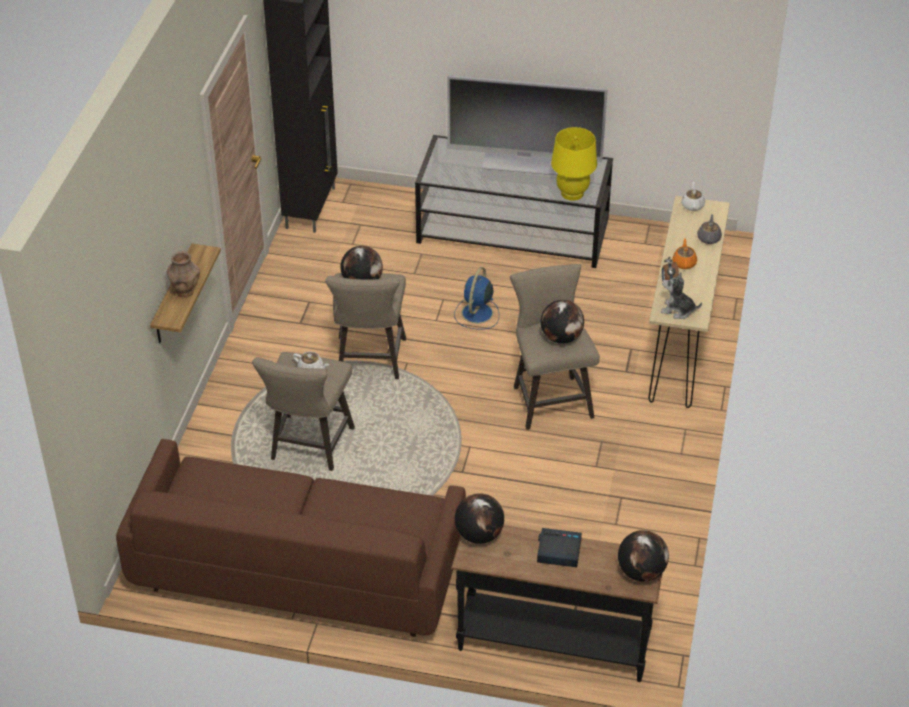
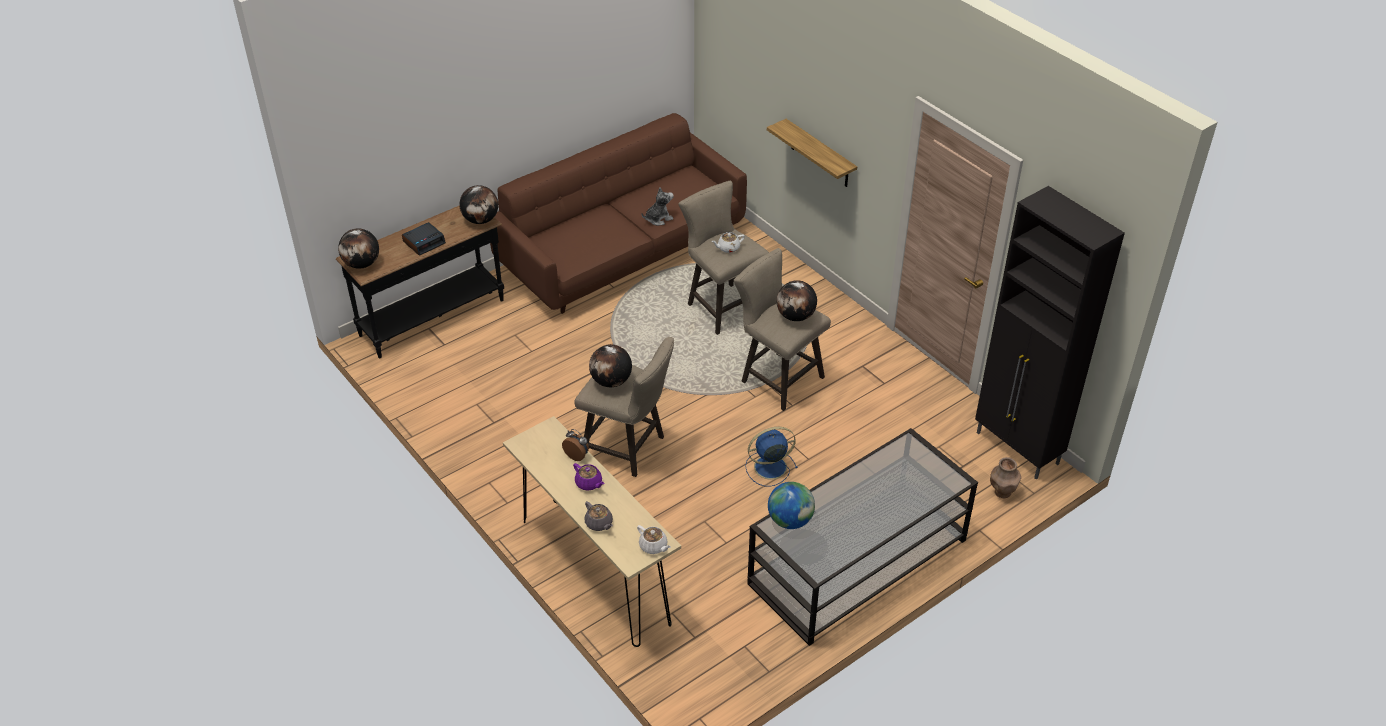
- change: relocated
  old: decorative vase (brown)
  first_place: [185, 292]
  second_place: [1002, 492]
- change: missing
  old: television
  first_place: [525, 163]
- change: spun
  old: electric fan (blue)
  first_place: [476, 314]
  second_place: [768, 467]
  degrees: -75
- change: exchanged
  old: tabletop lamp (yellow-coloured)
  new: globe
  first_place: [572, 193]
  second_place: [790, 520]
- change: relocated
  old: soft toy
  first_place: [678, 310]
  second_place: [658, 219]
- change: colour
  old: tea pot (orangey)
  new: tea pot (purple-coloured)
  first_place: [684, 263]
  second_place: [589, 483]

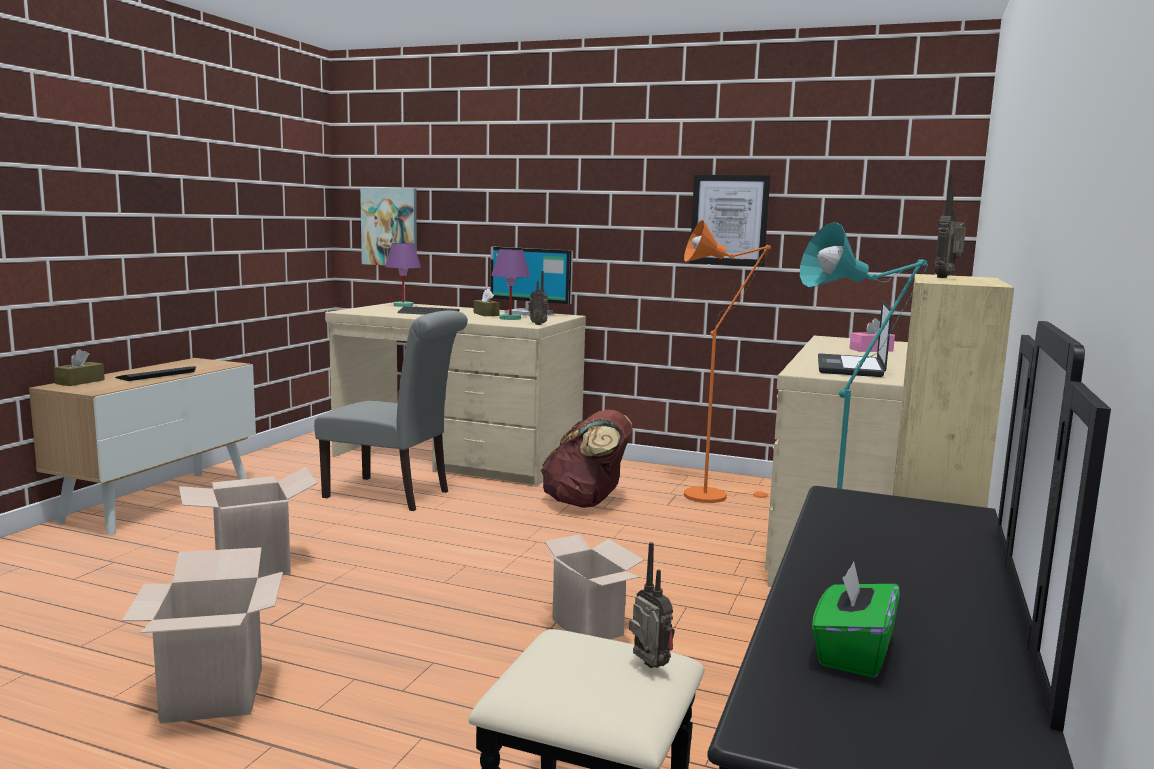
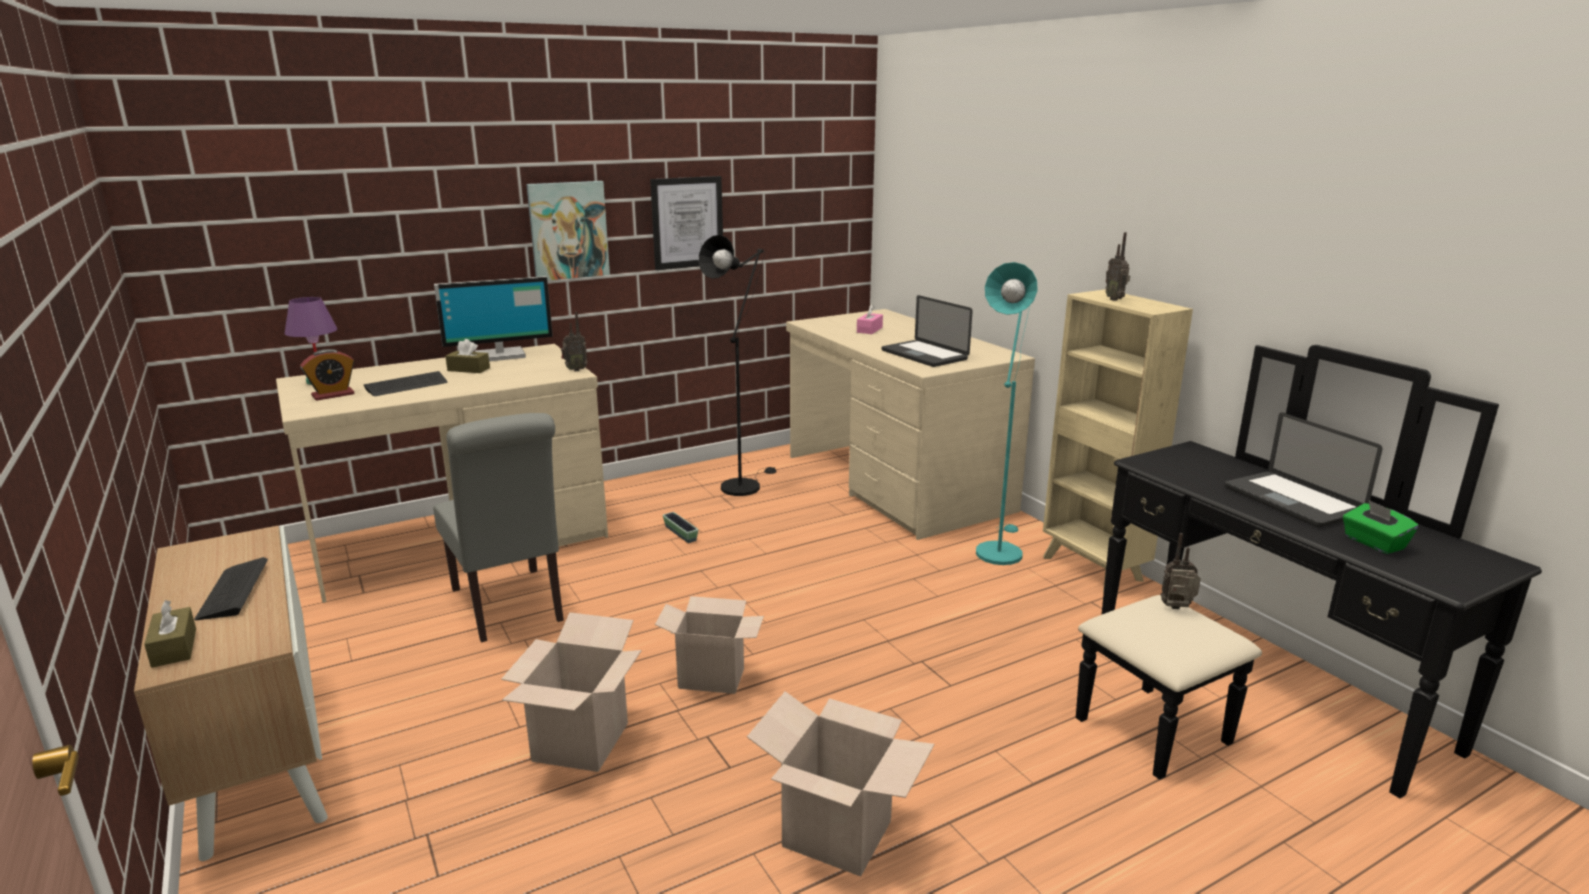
- change: spun
  old: plain chair (grey)
  first_place: [394, 495]
  second_place: [510, 608]
  degrees: 90
- change: relocated
  old: wall art
  first_place: [390, 227]
  second_place: [568, 230]
- change: missing
  old: tabletop lamp (purple-coloured)
  first_place: [509, 318]
- change: relocated
  old: carton
  first_place: [590, 628]
  second_place: [713, 678]
- change: exchanged
  old: knapsack (brown)
  new: flower pot
  first_place: [586, 503]
  second_place: [680, 533]
- change: colour
  old: floor lamp (orangey)
  new: floor lamp (black)
  first_place: [713, 495]
  second_place: [743, 485]
- change: appeared
  new: alarm clock
  second_place: [333, 395]
- change: appeared
  new: laptop
  second_place: [1292, 501]

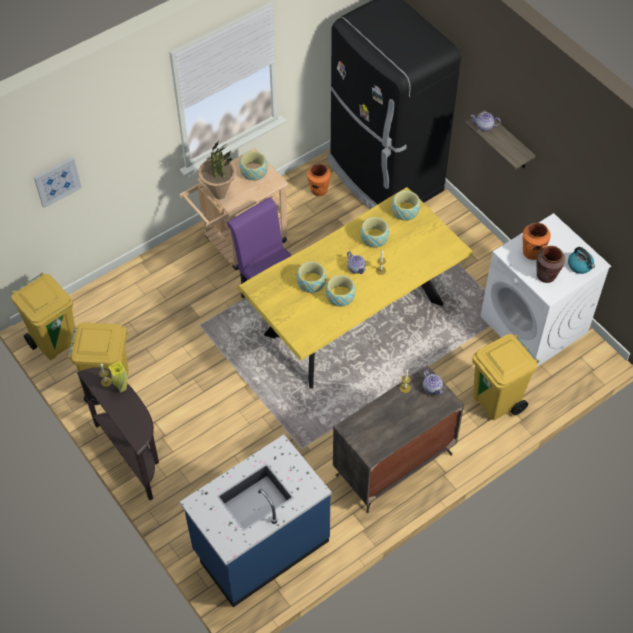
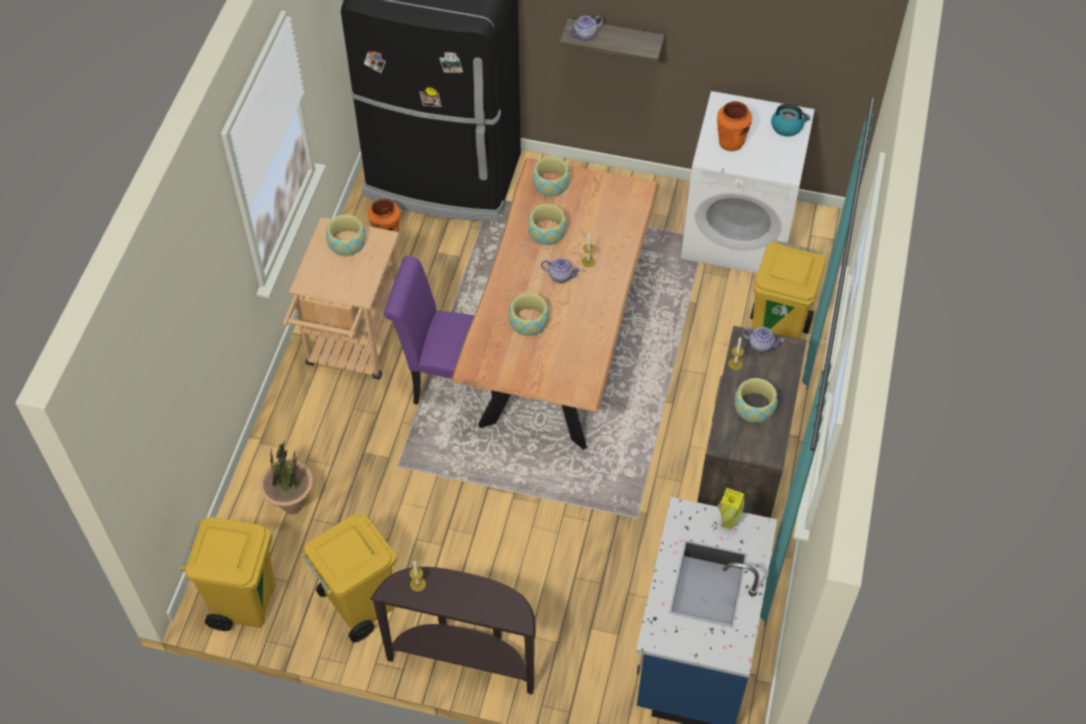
- change: missing
  old: wall art
  first_place: [57, 181]
- change: relocated
  old: decorative vase (yellow-coloured)
  first_place: [122, 388]
  second_place: [726, 524]
- change: relocated
  old: potted plant
  first_place: [219, 194]
  second_place: [292, 506]
- change: colour
  old: dining table (yellow-coloured)
  new: dining table (brown)
  first_place: [354, 319]
  second_place: [559, 346]
- change: relocated
  old: deep dish
  first_place: [340, 295]
  second_place: [754, 407]
- change: missing
  old: decorative vase (brown)
  first_place: [546, 275]

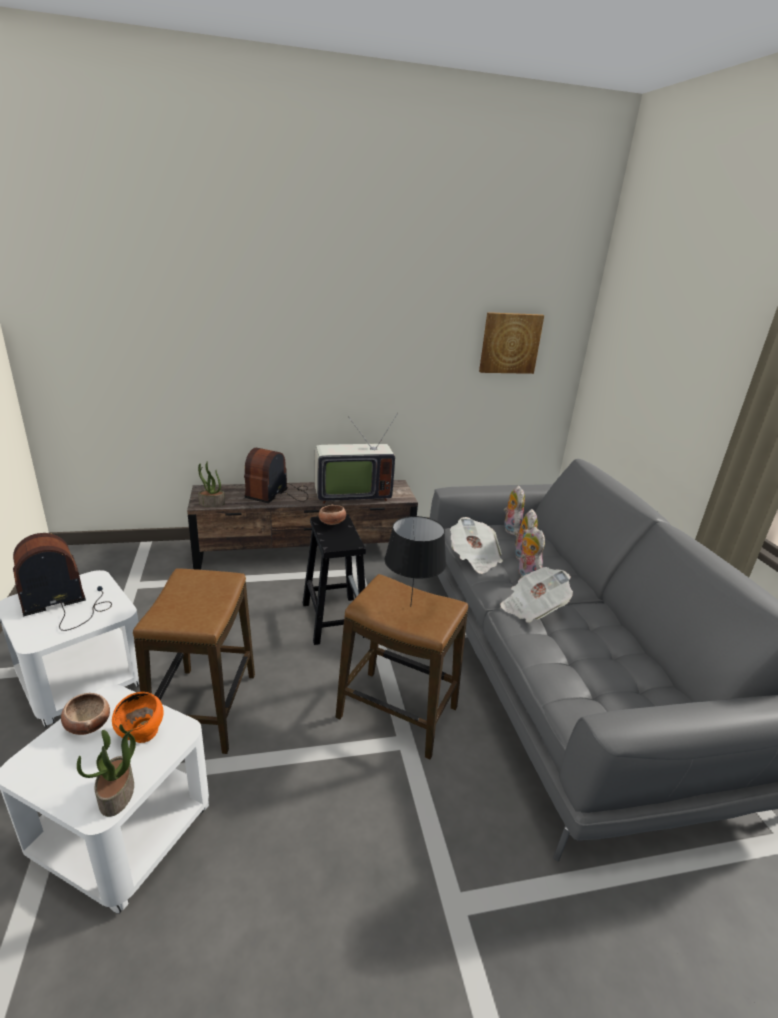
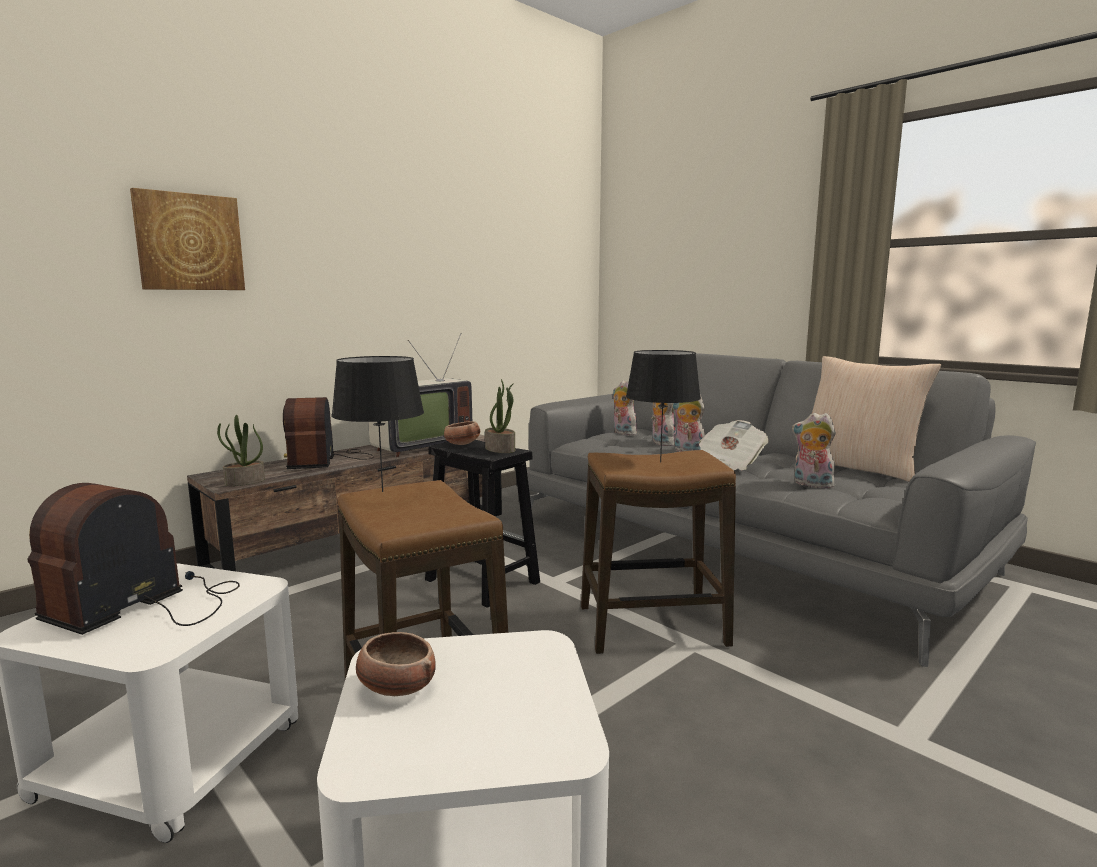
- change: relocated
  old: potted plant
  first_place: [117, 794]
  second_place: [501, 449]
- change: missing
  old: deep dish (orangey)
  first_place: [142, 736]
- change: missing
  old: printed paper
  first_place: [474, 558]
- change: relocated
  old: wall art
  first_place: [510, 343]
  second_place: [189, 242]
- change: appeared
  new: tabletop lamp (black)
  second_place: [382, 491]
- change: appeared
  new: soft toy
  second_place: [811, 485]
- change: appeared
  new: cushion (beige)
  second_place: [858, 467]

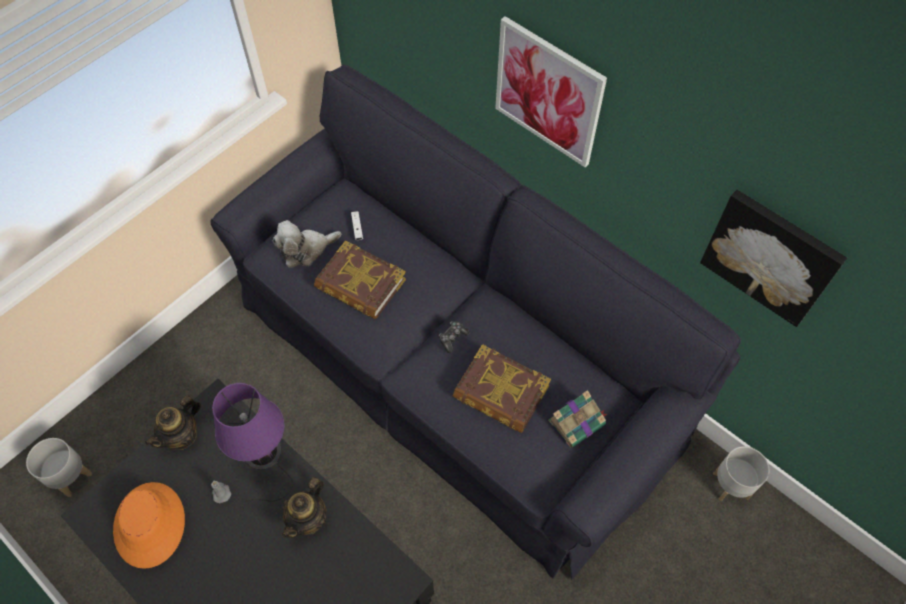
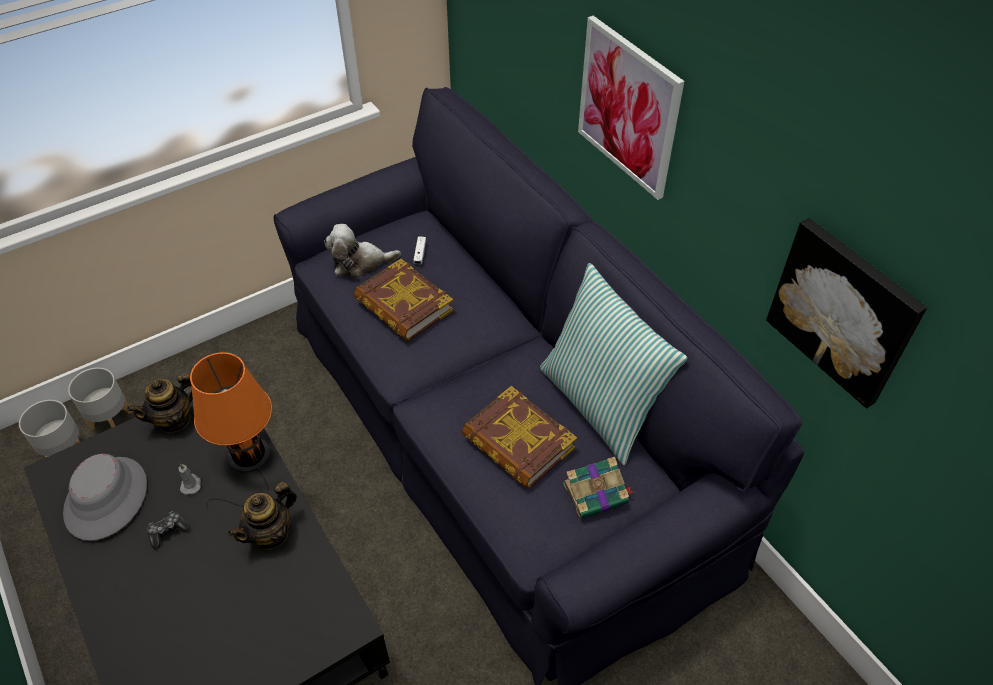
- change: colour
  old: wearable hat (orangey)
  new: wearable hat (grey)
  first_place: [149, 525]
  second_place: [106, 498]
- change: colour
  old: tabletop lamp (purple-coloured)
  new: tabletop lamp (orangey)
  first_place: [264, 457]
  second_place: [248, 460]
- change: relocated
  old: joypad
  first_place: [452, 338]
  second_place: [168, 532]
- change: relocated
  old: flower pot (grey)
  first_place: [731, 485]
  second_place: [112, 420]
- change: appeared
  new: cushion
  second_place: [600, 404]

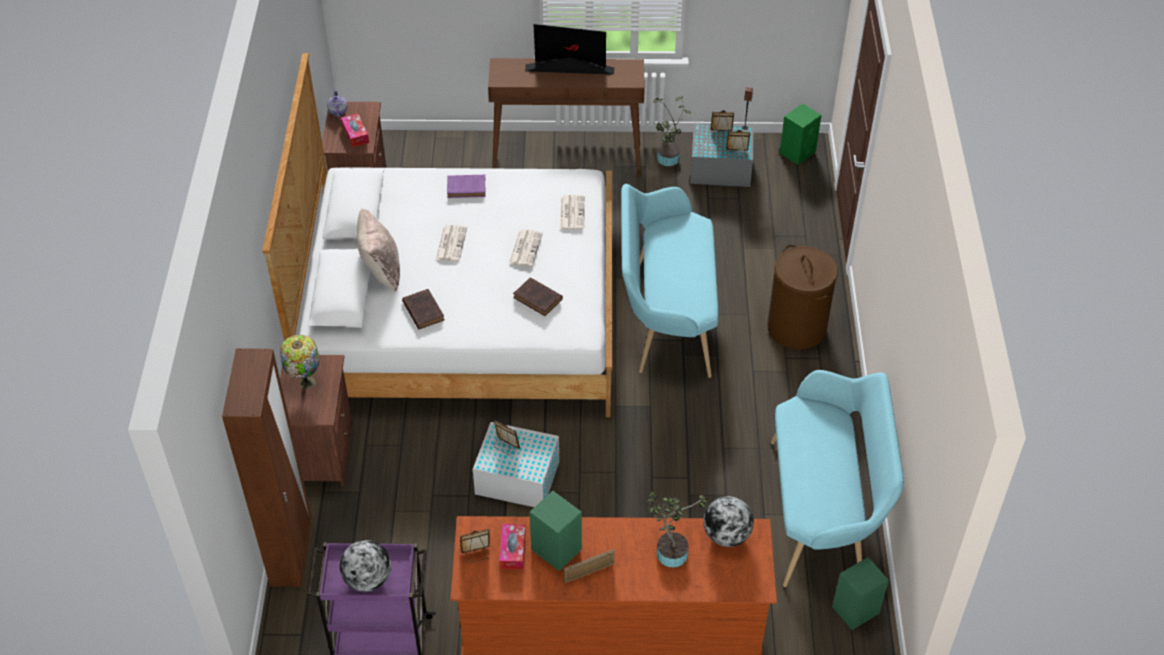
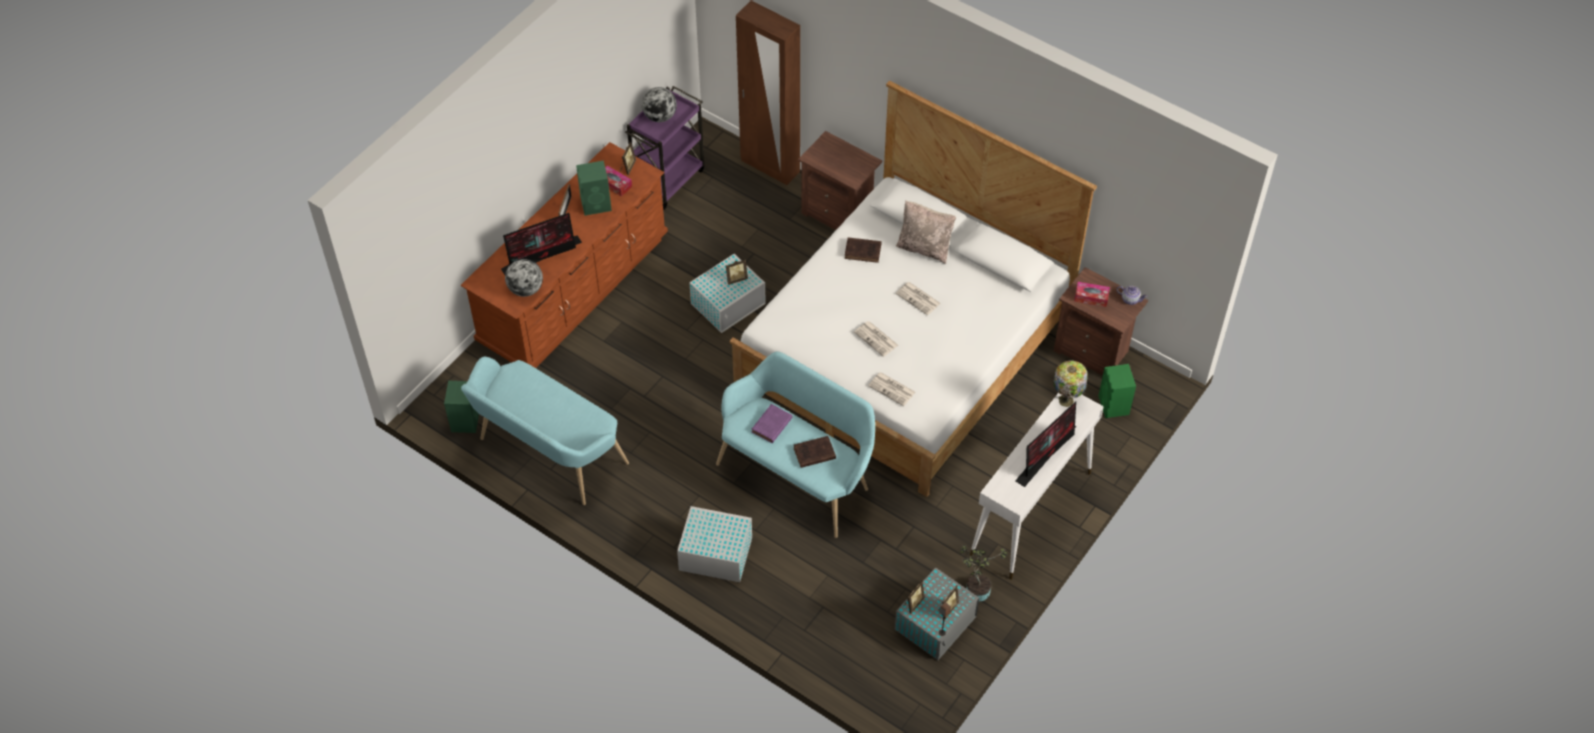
- change: relocated
  old: tabletop lamp
  first_place: [305, 382]
  second_place: [1067, 400]
- change: relocated
  old: bound book (purple-coloured)
  first_place: [467, 188]
  second_place: [771, 426]
- change: colour
  old: hall table (brown)
  new: hall table (white)
  first_place: [567, 160]
  second_place: [1030, 514]
- change: relocated
  old: bound book (brown)
  first_place: [538, 299]
  second_place: [813, 454]
- change: exchanged
  old: potted plant
  new: monitor
  first_place: [669, 551]
  second_place: [543, 255]
- change: exchanged
  old: washing basket (brown)
  new: storage bin (white)
  first_place: [797, 328]
  second_place: [714, 553]
- change: relocated
  old: loudspeaker (green)
  first_place: [798, 152]
  second_place: [1114, 406]

